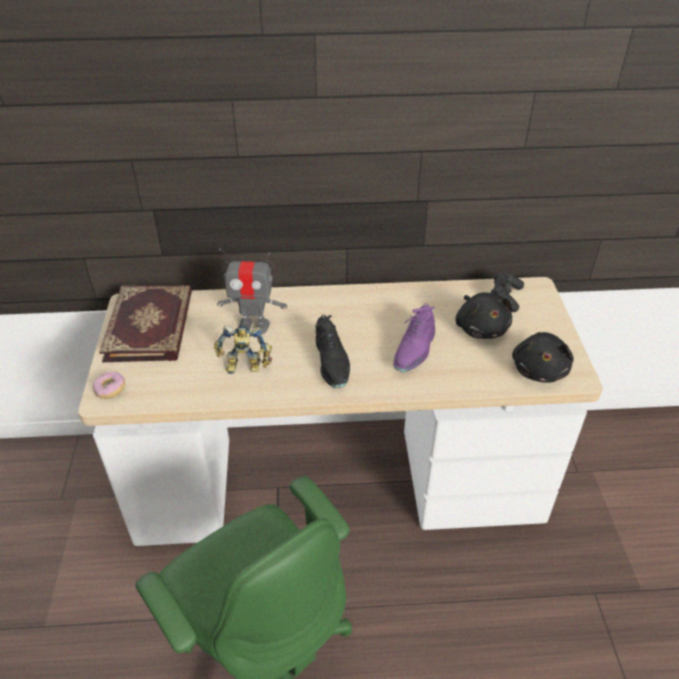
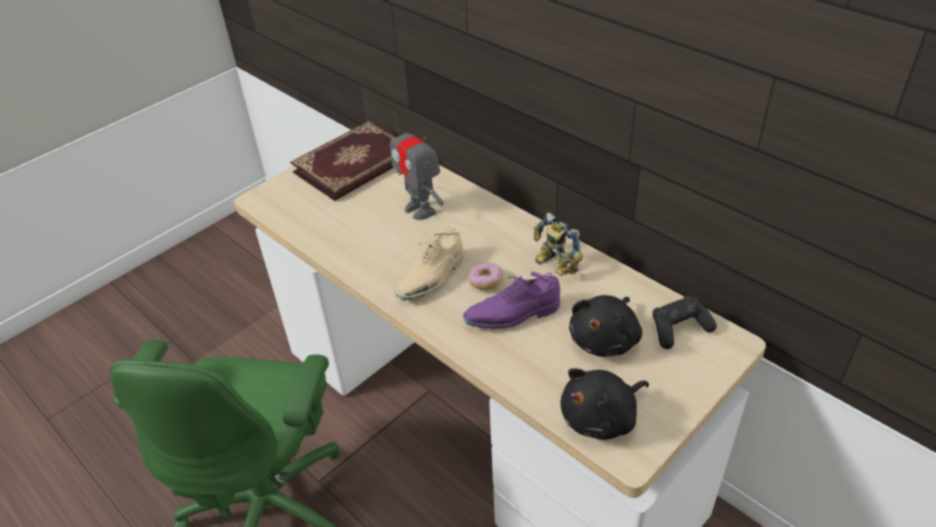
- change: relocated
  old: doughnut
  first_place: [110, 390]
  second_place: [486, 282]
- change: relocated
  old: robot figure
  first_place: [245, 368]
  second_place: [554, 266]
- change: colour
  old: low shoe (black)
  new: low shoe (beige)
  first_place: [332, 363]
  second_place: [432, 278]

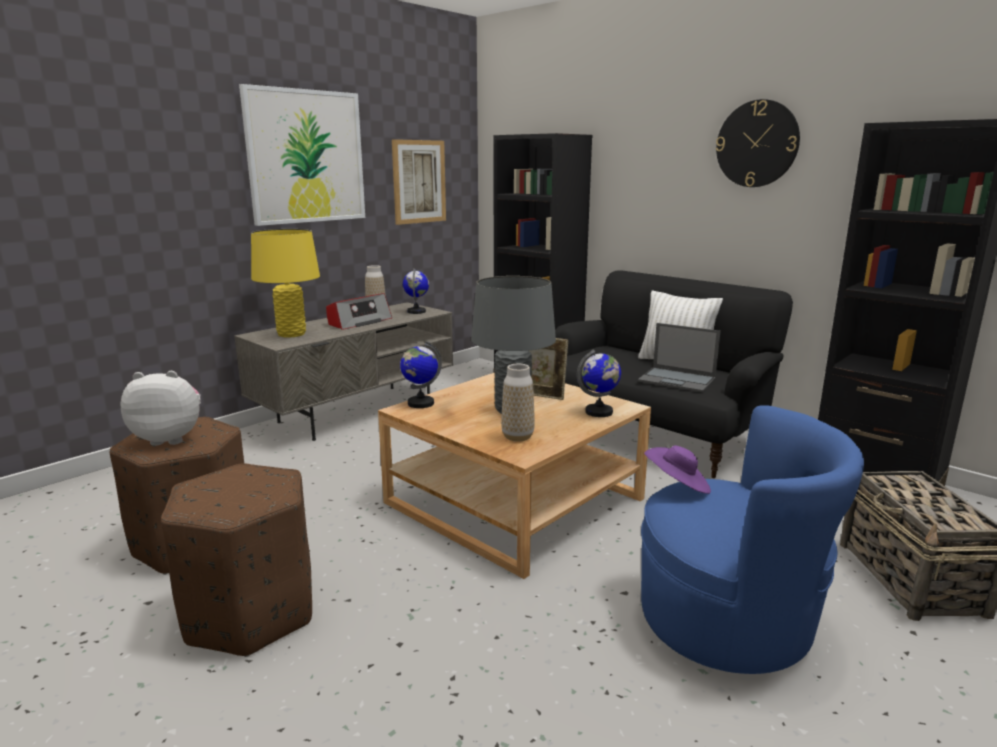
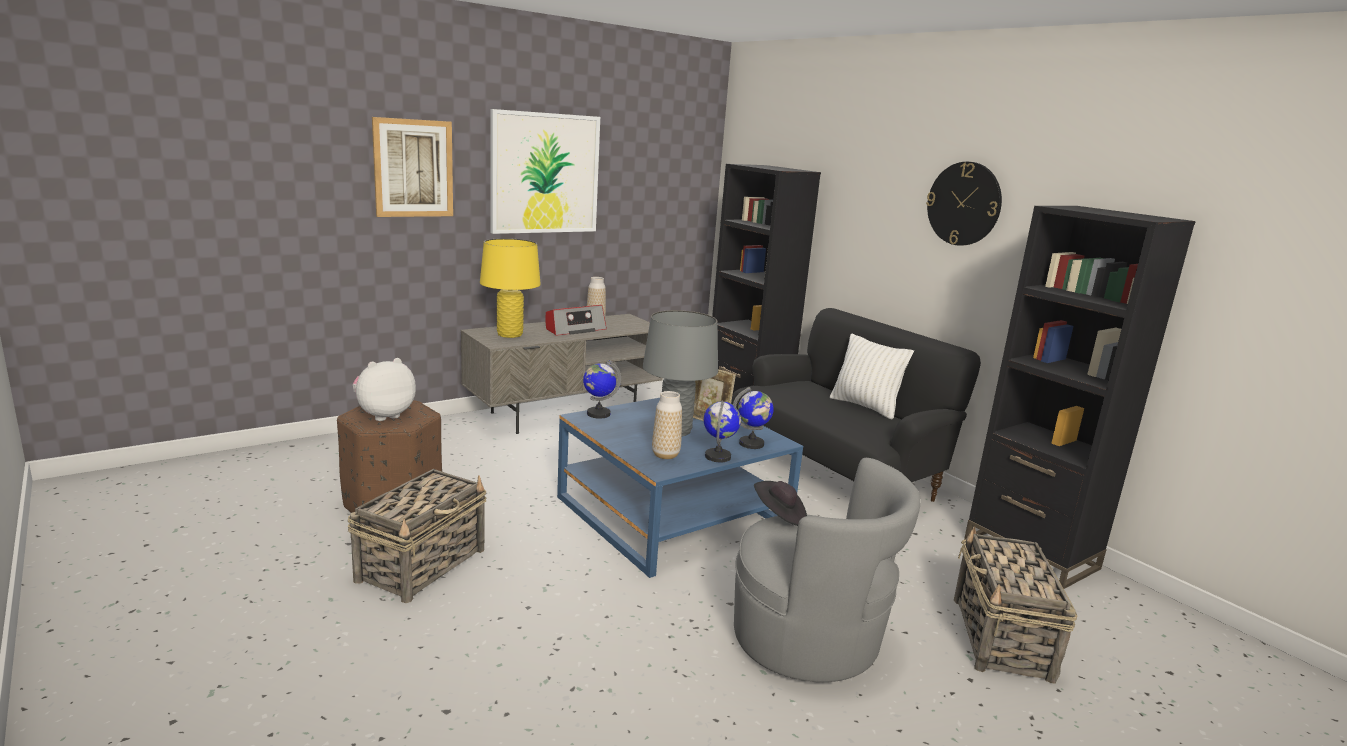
- change: spun
  old: soft toy
  first_place: [170, 438]
  second_place: [384, 415]
  degrees: -45
- change: exchanged
  old: footrest (brown)
  new: basket
  first_place: [251, 612]
  second_place: [423, 564]
- change: colour
  old: coffee table (beige)
  new: coffee table (blue)
  first_place: [514, 500]
  second_place: [672, 513]
- change: relocated
  old: wall art
  first_place: [419, 182]
  second_place: [413, 168]
- change: relocated
  old: globe
  first_place: [416, 311]
  second_place: [718, 457]
- change: missing
  old: laptop
  first_place: [678, 380]
- change: colour
  old: easy chair (blue)
  new: easy chair (grey)
  first_place: [728, 620]
  second_place: [809, 640]
- change: colour
  old: wearable hat (purple-coloured)
  new: wearable hat (black)
  first_place: [677, 485]
  second_place: [779, 516]

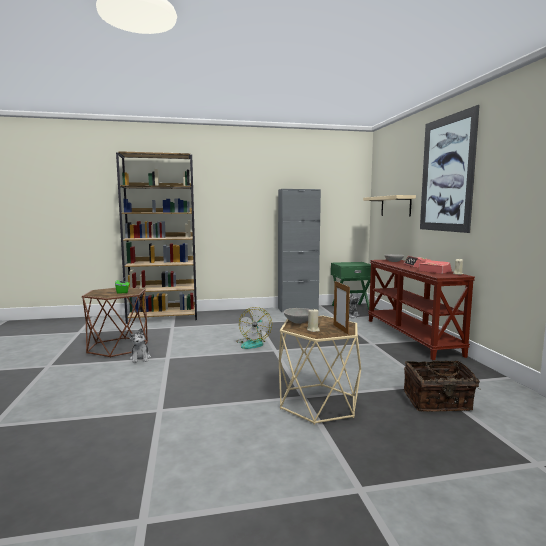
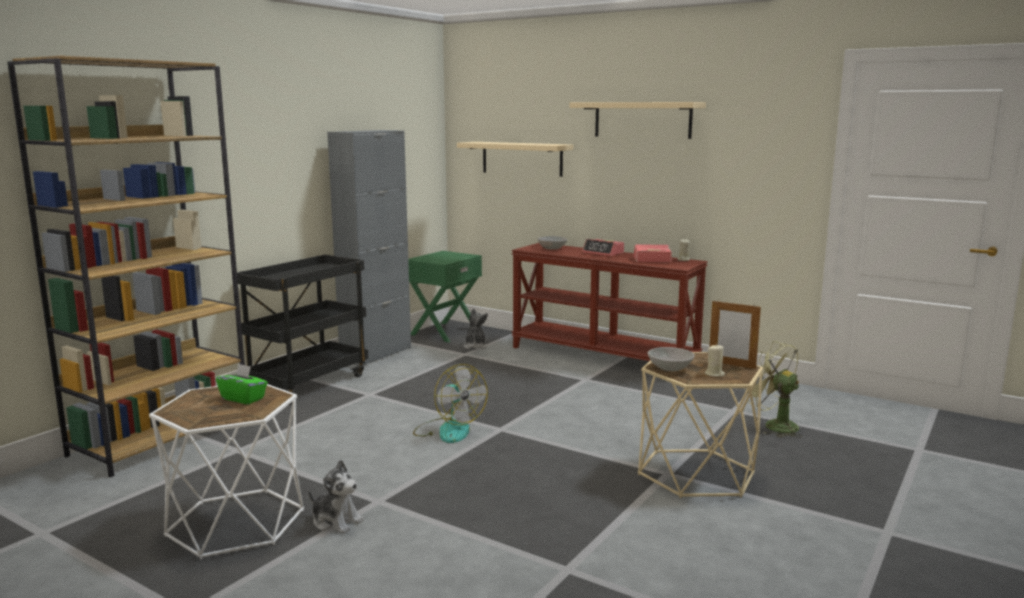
- change: colour
  old: end table (brown)
  new: end table (white)
  first_place: [118, 347]
  second_place: [236, 523]
- change: exchanged
  old: basket
  new: electric fan (green)
  first_place: [438, 402]
  second_place: [773, 425]
- change: exchanged
  old: wall art
  new: bracket shelf (beige)
  first_place: [446, 174]
  second_place: [642, 120]
- change: appeared
  new: trolley (black)
  second_place: [308, 383]

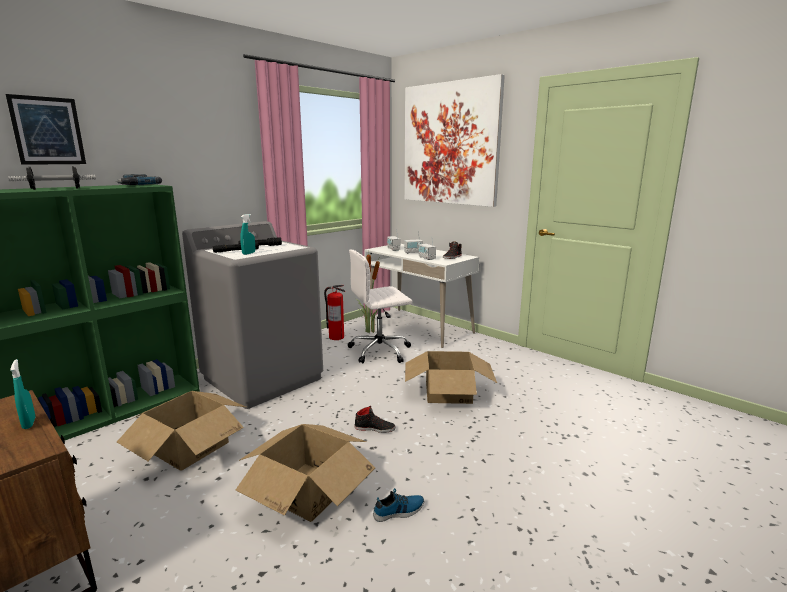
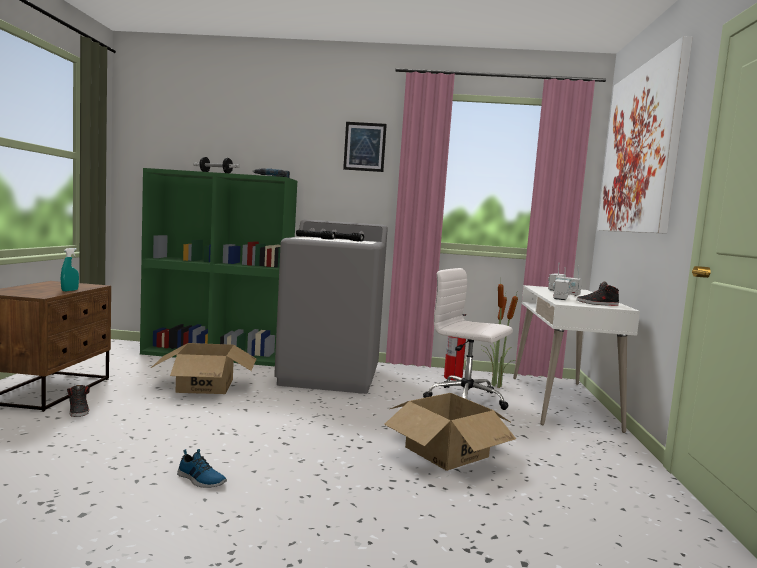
- change: relocated
  old: wall art
  first_place: [48, 131]
  second_place: [364, 147]
- change: missing
  old: carton
  first_place: [308, 490]
- change: missing
  old: hand sprayer (turquoise)
  first_place: [249, 253]
- change: relocated
  old: low shoe (black)
  first_place: [375, 428]
  second_place: [79, 411]

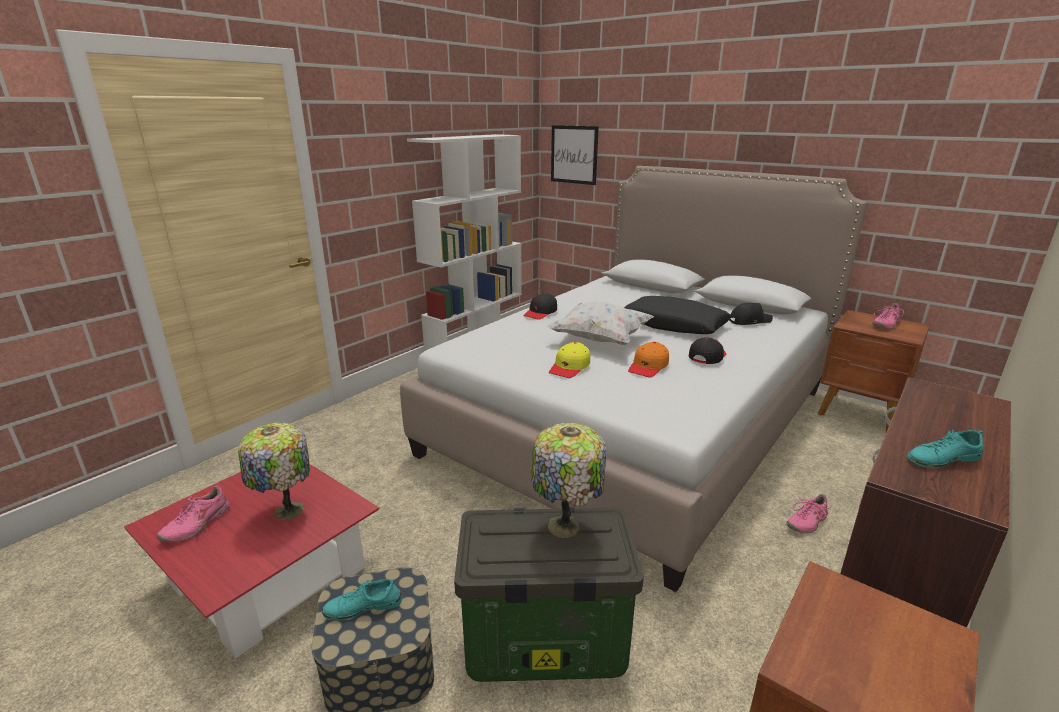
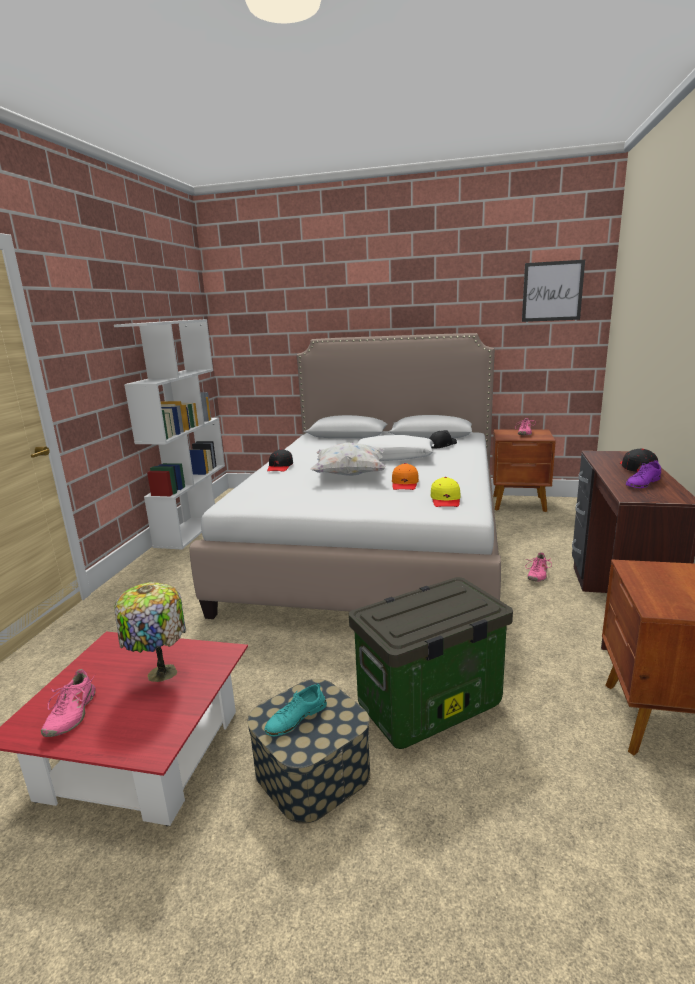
- change: missing
  old: tabletop lamp
  first_place: [565, 528]
- change: relocated
  old: baseball cap (yellow-coloured)
  first_place: [570, 367]
  second_place: [445, 500]
- change: relocated
  old: wall art
  first_place: [574, 154]
  second_place: [552, 291]
- change: colour
  old: cushion (black)
  new: cushion (white)
  first_place: [674, 325]
  second_place: [393, 457]
- change: relocated
  old: baseball cap (black)
  first_place: [707, 357]
  second_place: [637, 468]
- change: colour
  old: low shoe (turquoise)
  new: low shoe (purple-coloured)
  first_place: [942, 459]
  second_place: [642, 483]

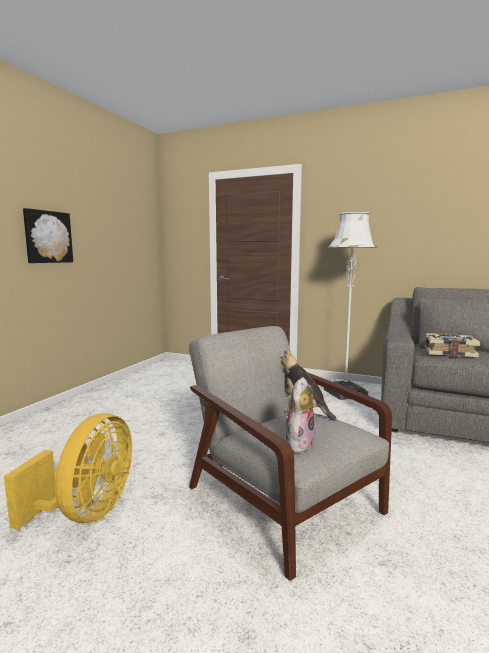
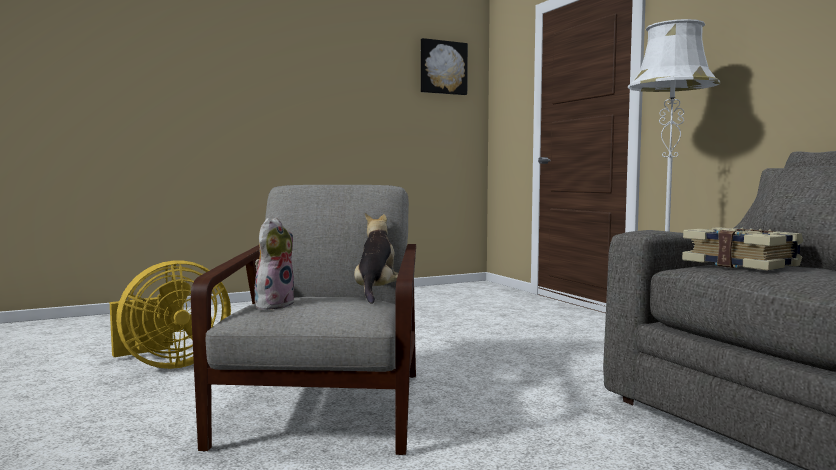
- change: relocated
  old: wall art
  first_place: [47, 237]
  second_place: [443, 67]
- change: spun
  old: soft toy
  first_place: [298, 443]
  second_place: [274, 305]
  degrees: -45

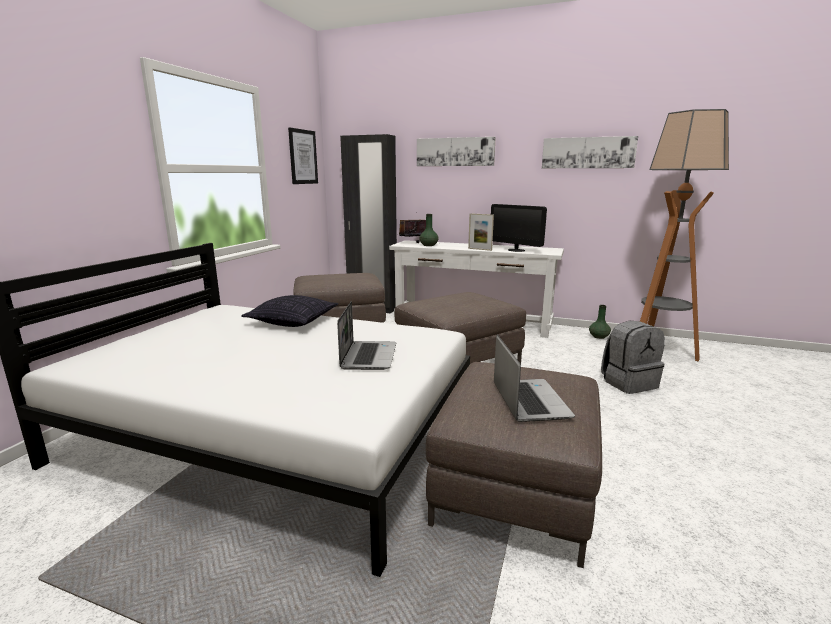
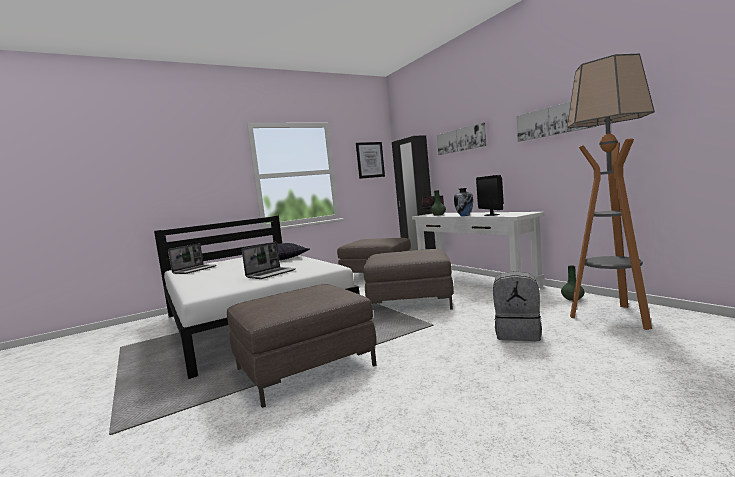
- change: exchanged
  old: standing frame
  new: decorative vase
  first_place: [480, 249]
  second_place: [465, 215]
- change: relocated
  old: laptop
  first_place: [528, 400]
  second_place: [195, 270]

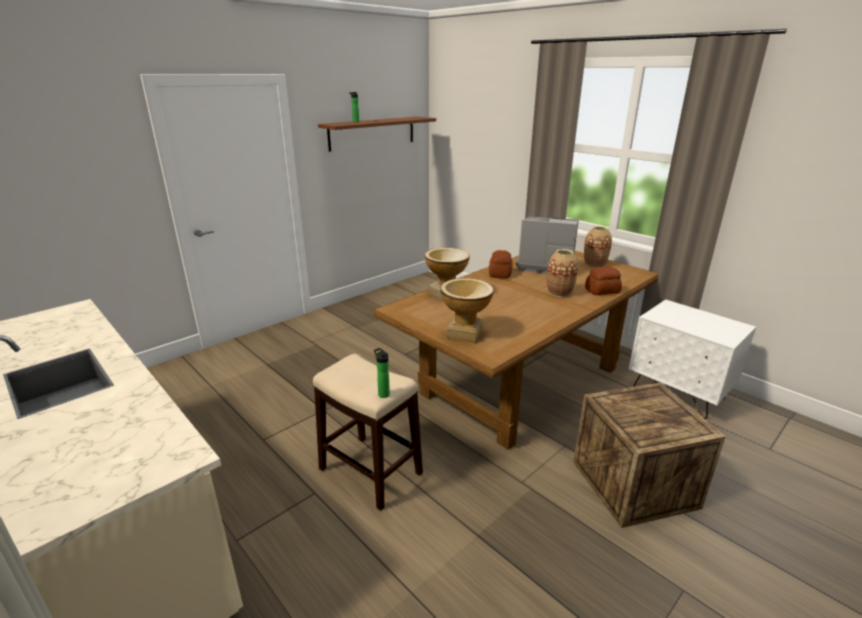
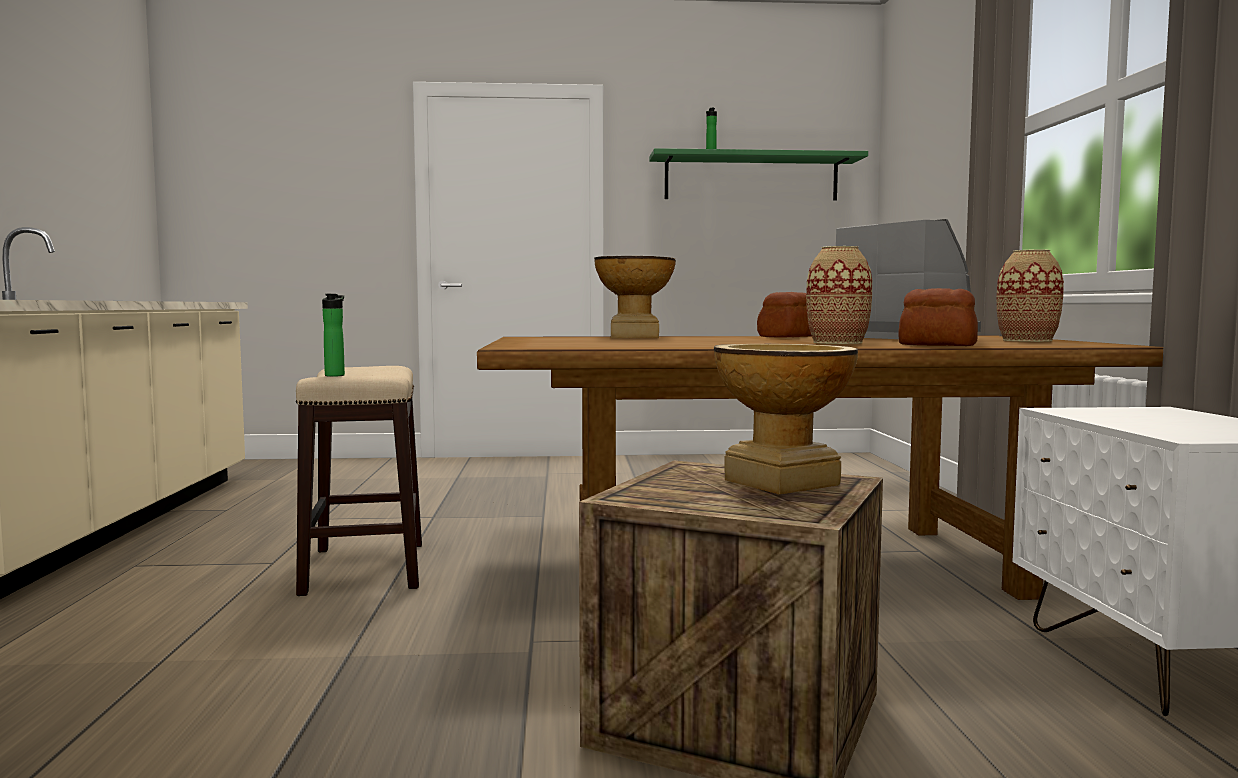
- change: colour
  old: bracket shelf (brown)
  new: bracket shelf (green)
  first_place: [372, 133]
  second_place: [751, 178]
- change: relocated
  old: decorative vase
  first_place: [465, 333]
  second_place: [782, 482]

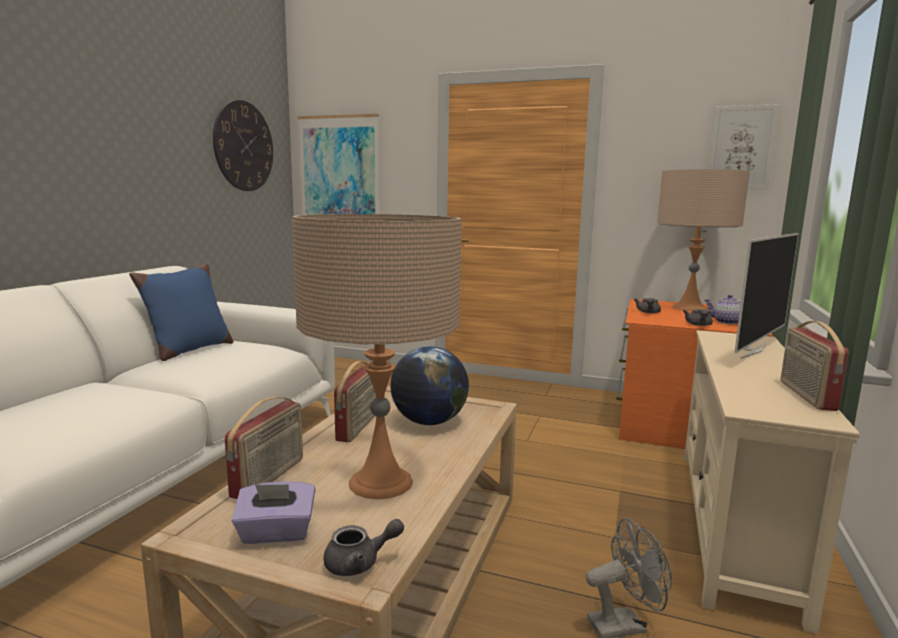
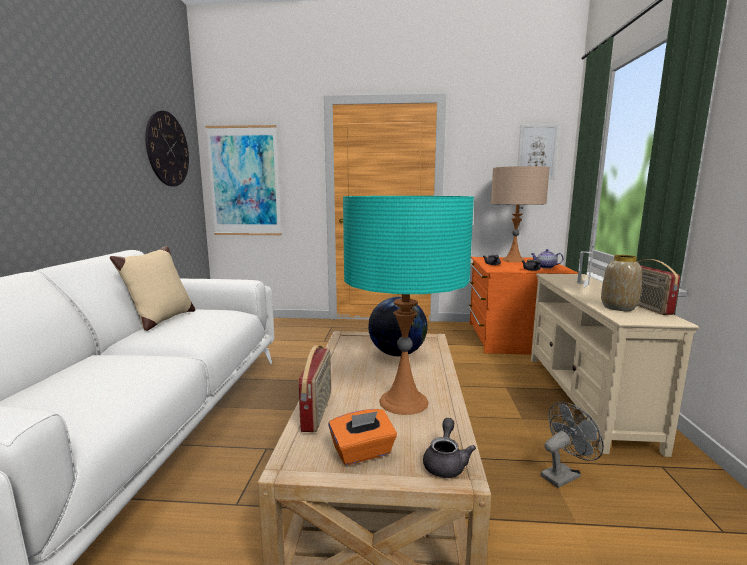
- change: colour
  old: cushion (blue)
  new: cushion (beige)
  first_place: [189, 350]
  second_place: [161, 320]
- change: colour
  old: tissue box (purple-coloured)
  new: tissue box (orangey)
  first_place: [276, 533]
  second_place: [363, 452]
- change: colour
  old: tabletop lamp (beige)
  new: tabletop lamp (turquoise)
  first_place: [380, 482]
  second_place: [403, 402]
- change: spun
  old: tea pot (grey)
  first_place: [360, 563]
  second_place: [445, 462]
  degrees: -45
- change: missing
  old: radio set
  first_place: [358, 427]
- change: appeared
  new: decorative vase
  second_place: [618, 307]

